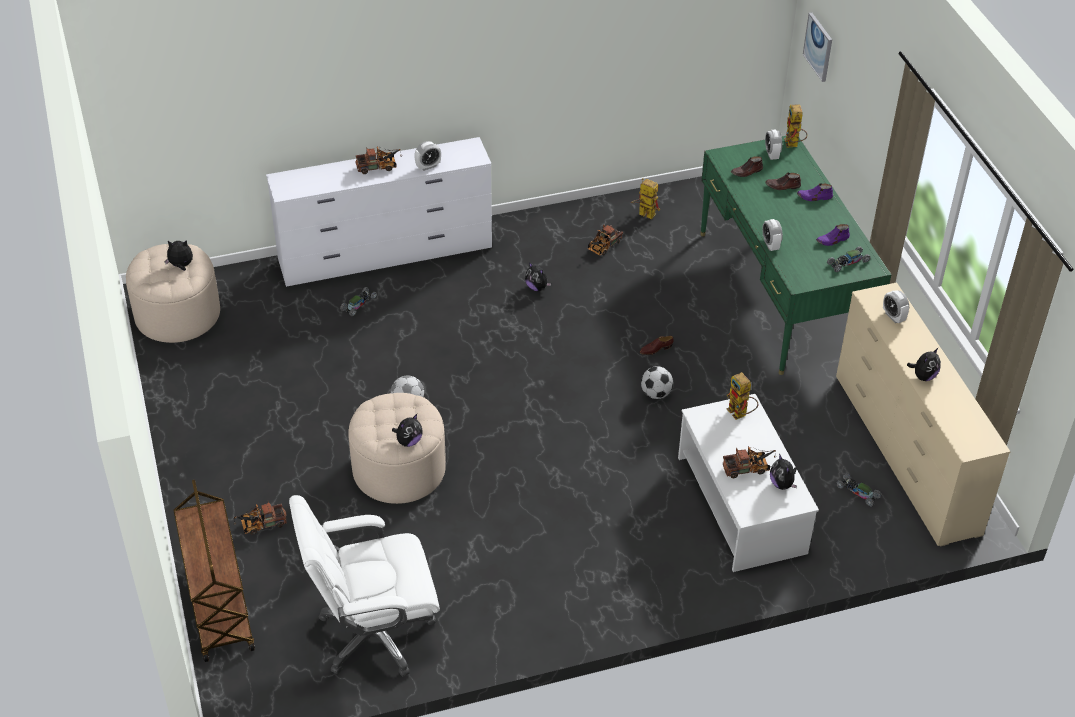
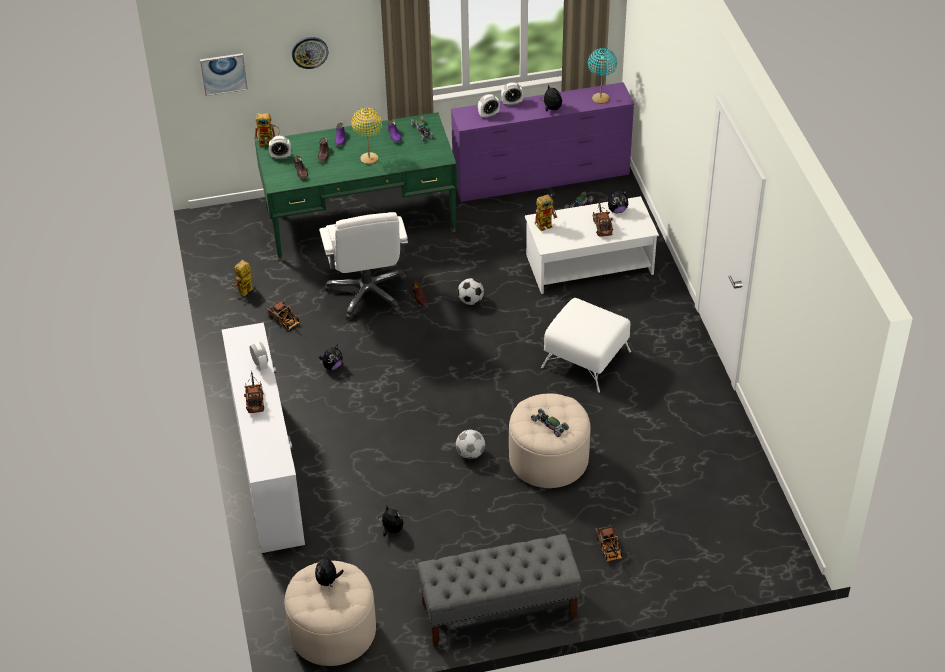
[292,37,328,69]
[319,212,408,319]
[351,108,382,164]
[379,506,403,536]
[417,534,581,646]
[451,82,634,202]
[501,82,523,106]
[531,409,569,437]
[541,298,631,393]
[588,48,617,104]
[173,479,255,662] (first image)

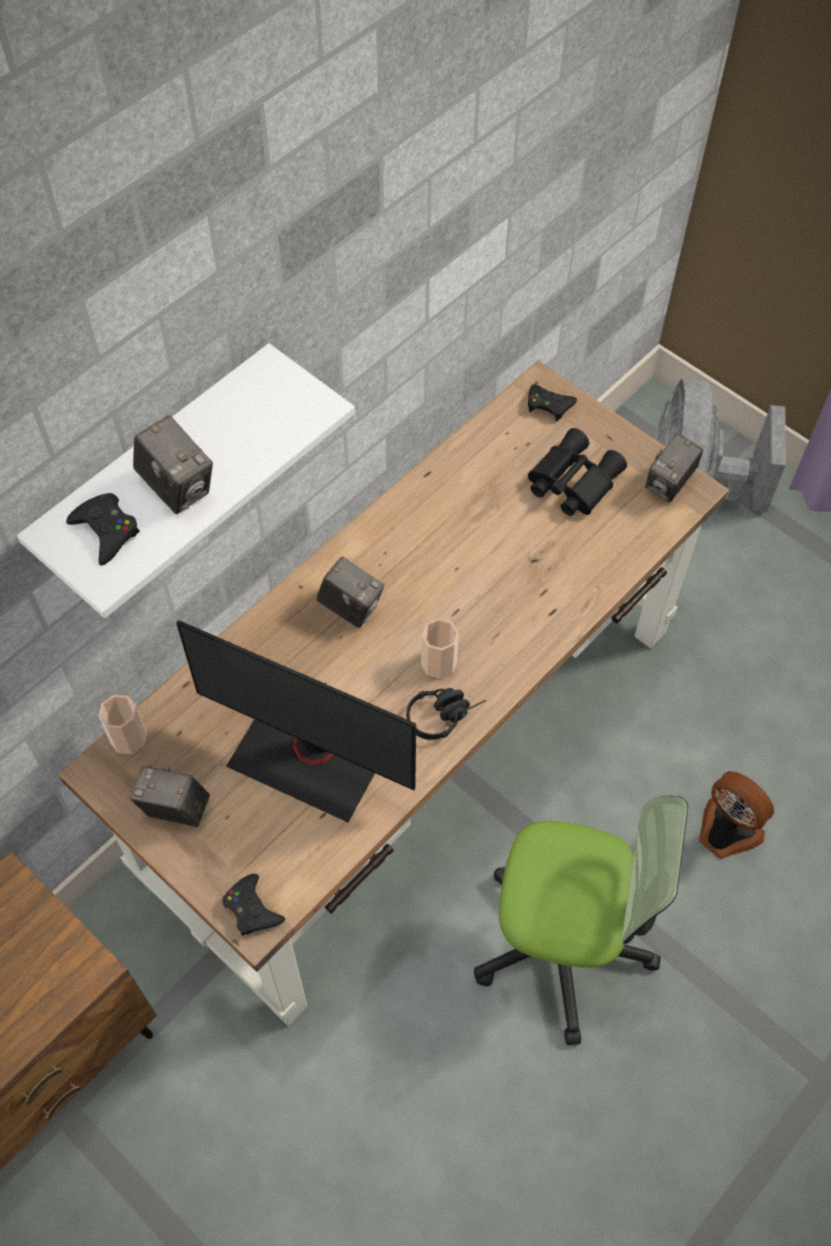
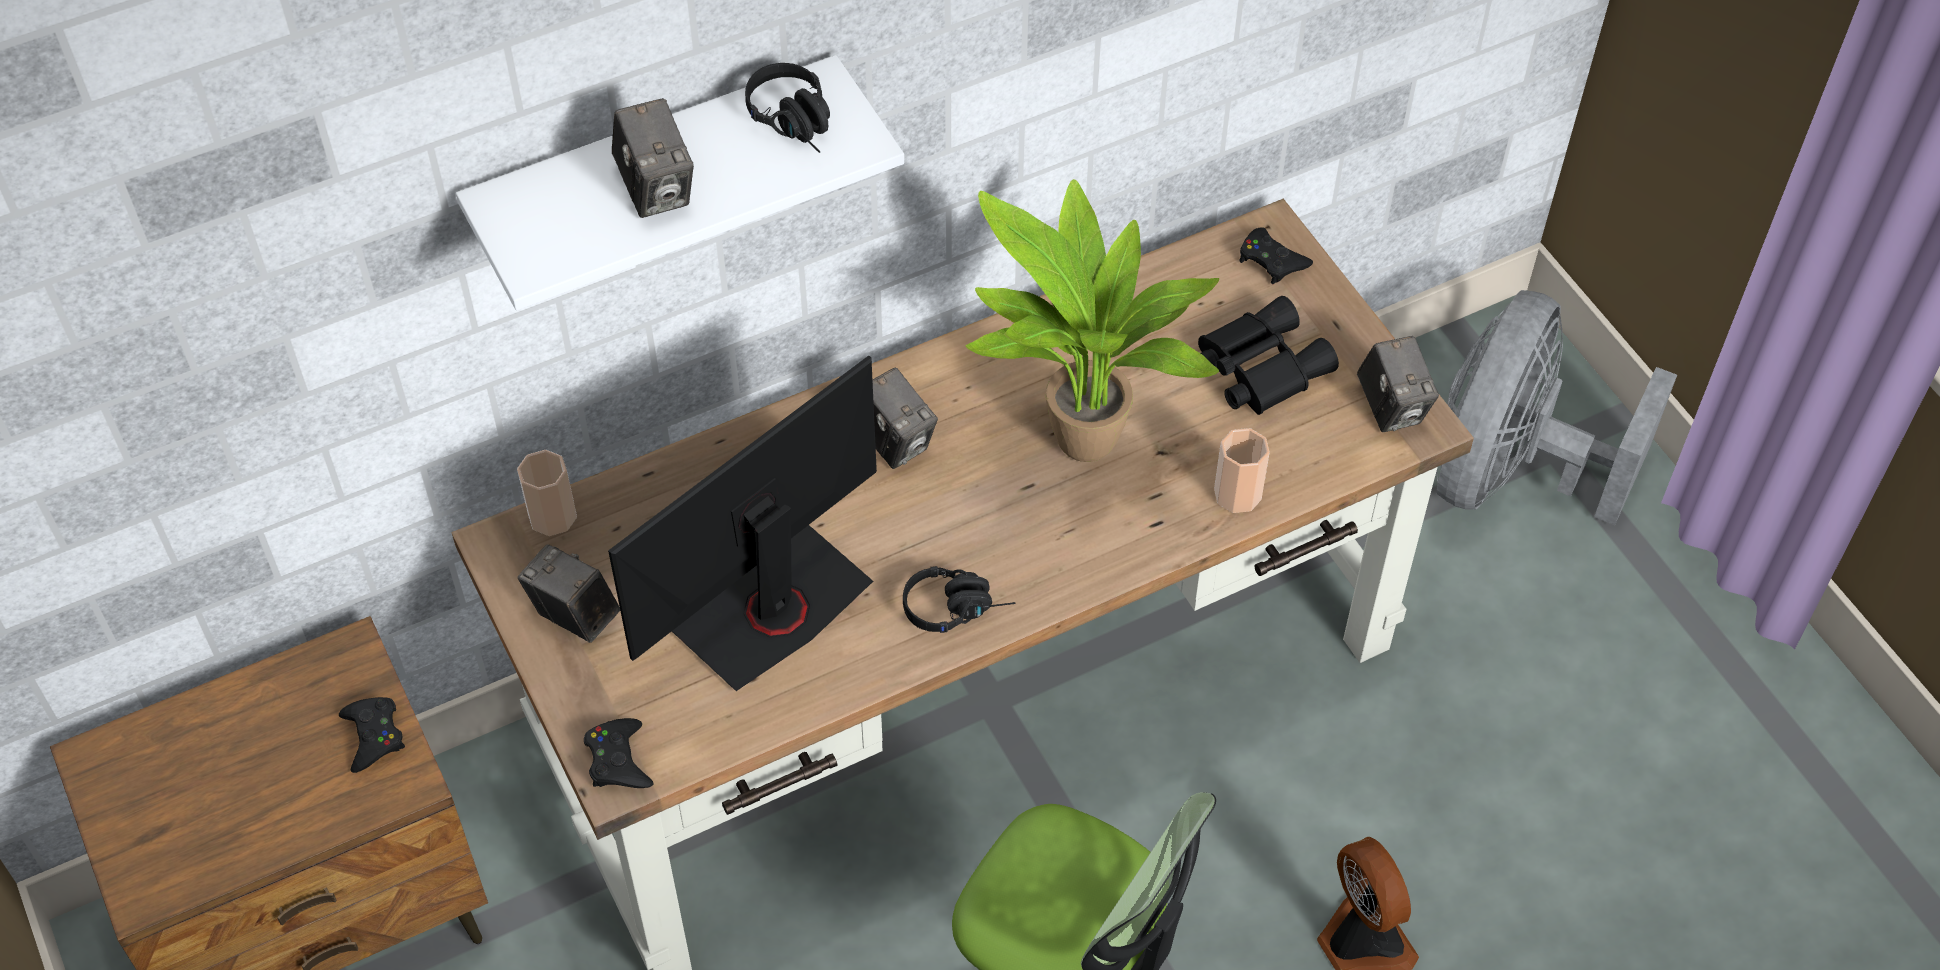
[339,697,405,773]
[608,356,877,691]
[745,63,830,153]
[965,179,1219,462]
[1214,428,1270,513]
[1357,336,1439,432]

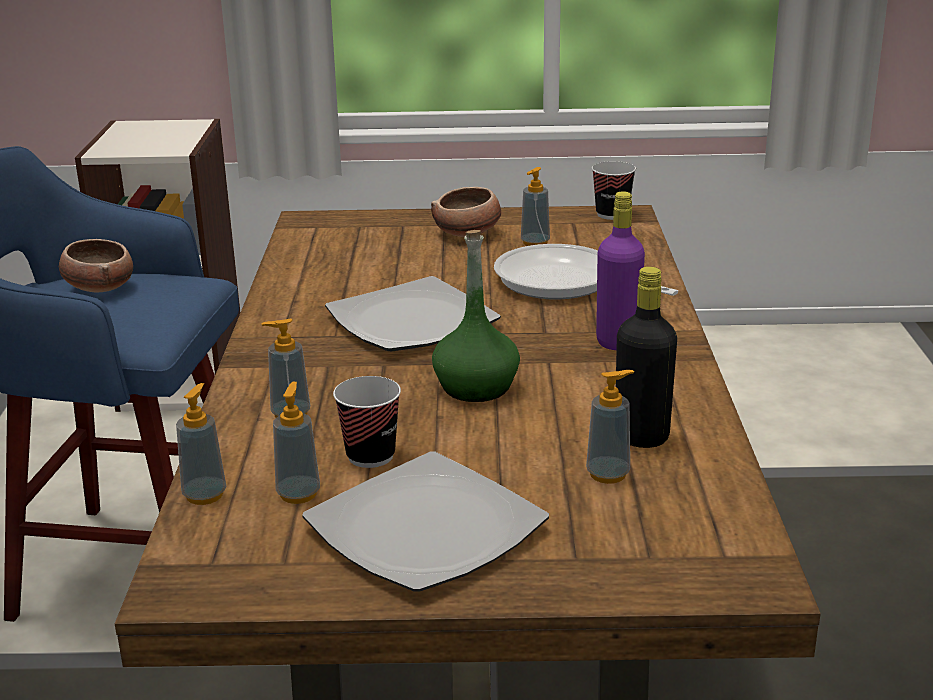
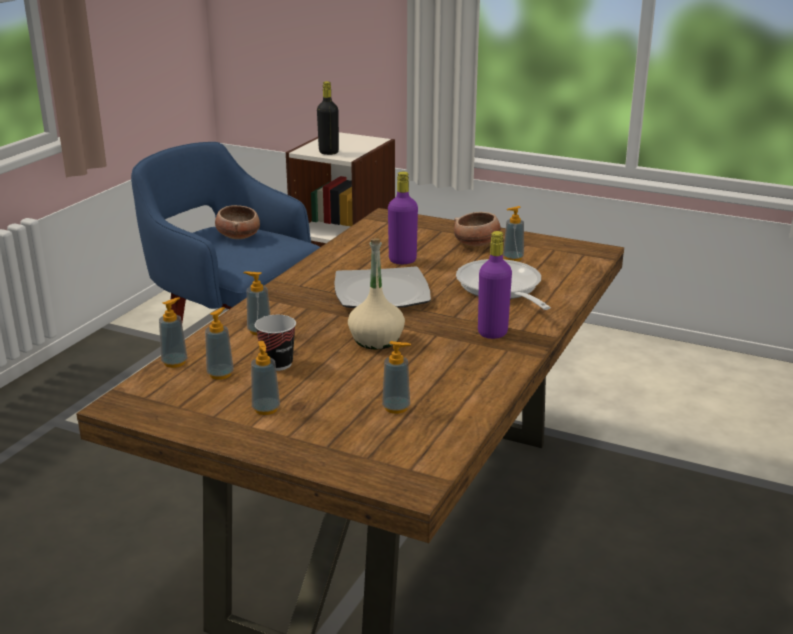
[251,341,280,415]
[317,81,339,155]
[348,239,405,349]
[388,172,418,264]
[592,161,636,220] (first image)

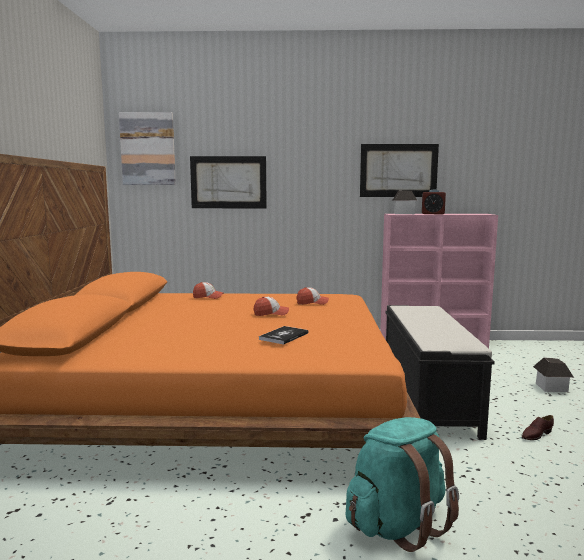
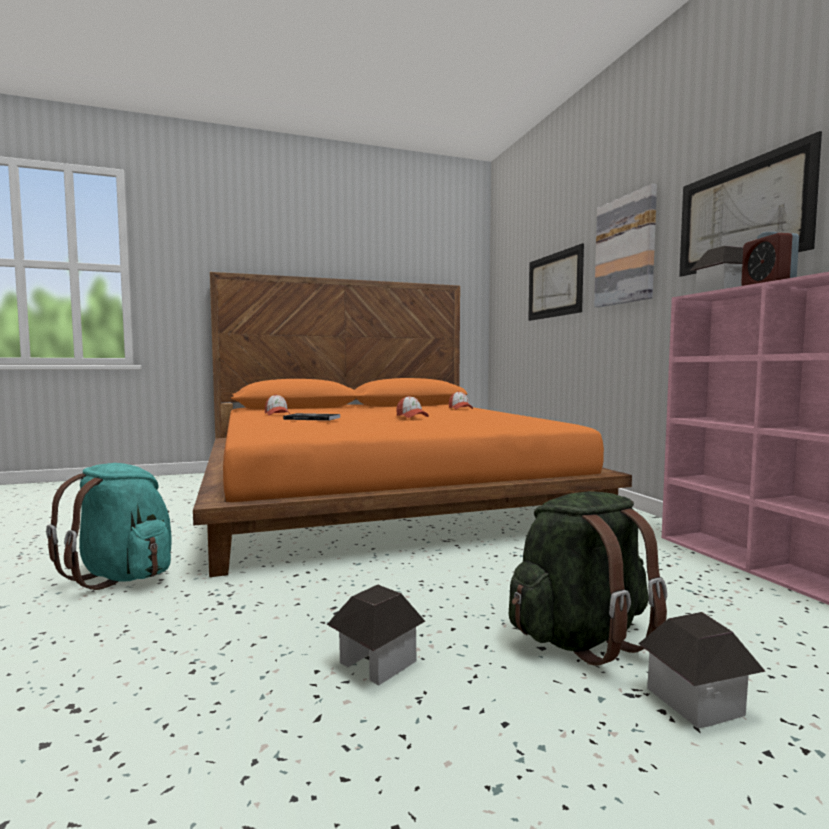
[265,394,290,416]
[327,585,425,685]
[509,491,667,666]
[594,184,657,307]
[385,305,495,440] (first image)

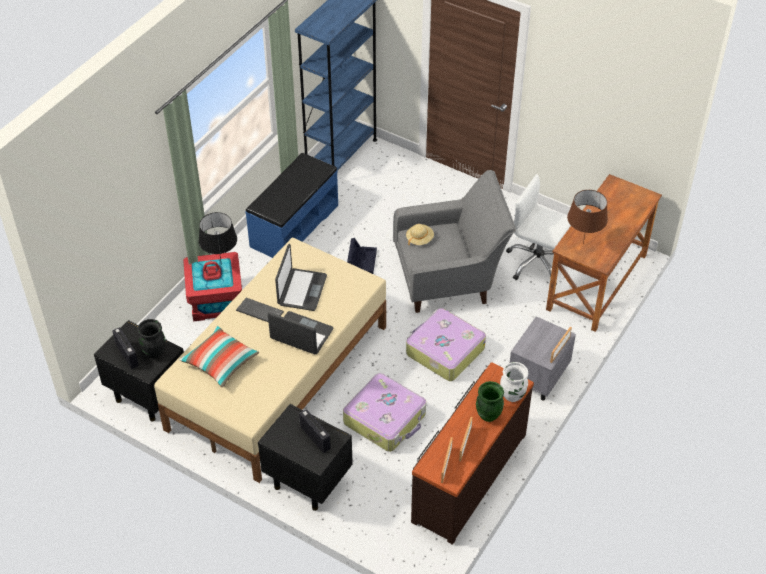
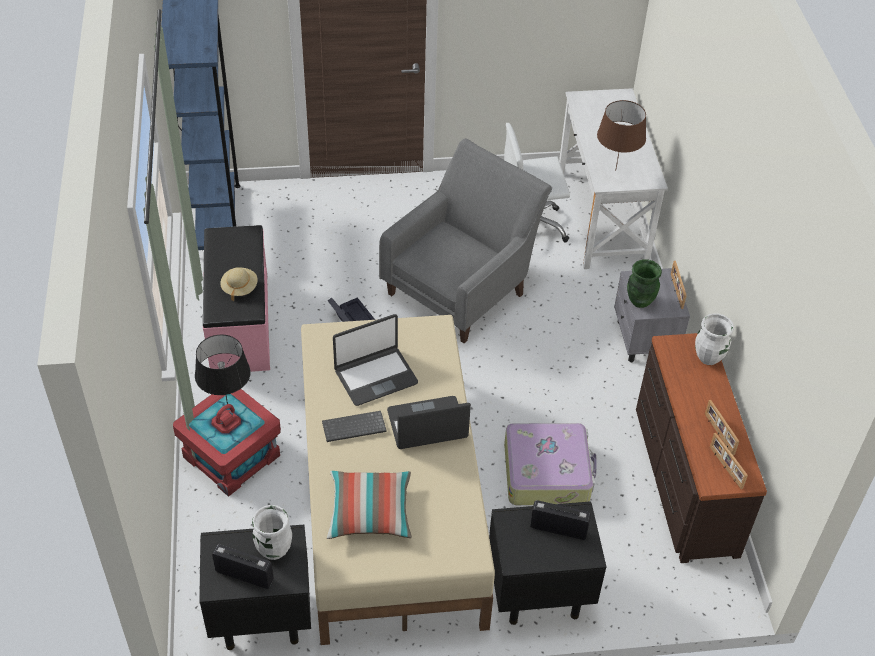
[203,225,270,372]
[220,267,258,301]
[252,505,292,560]
[333,314,418,406]
[559,88,668,269]
[627,259,662,308]
[406,308,486,381] (first image)

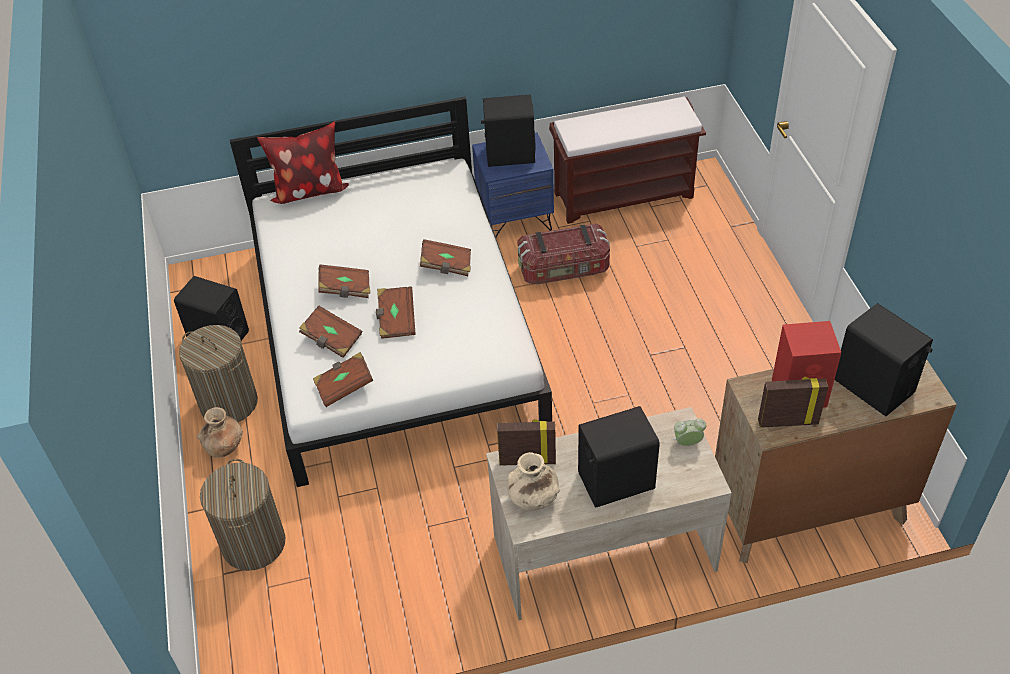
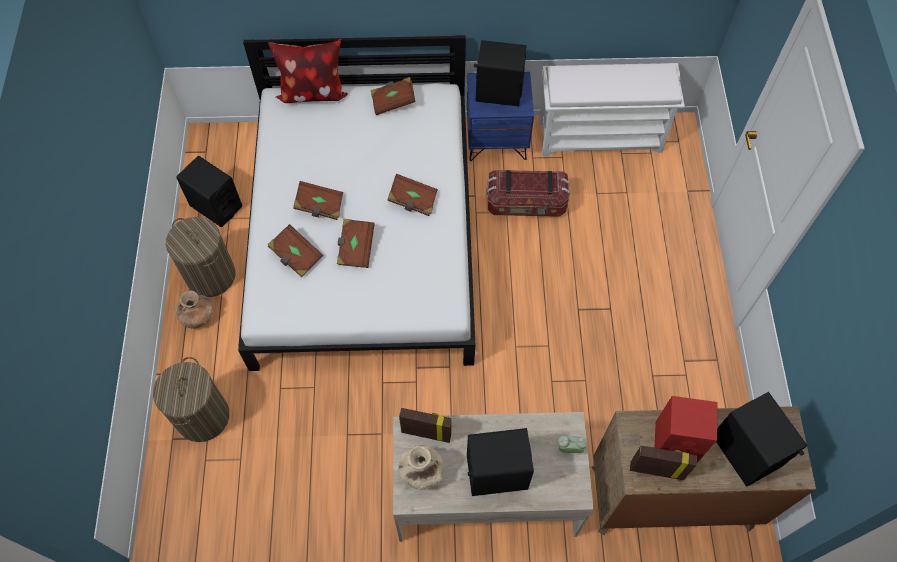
[371,77,416,115]
[539,63,685,156]

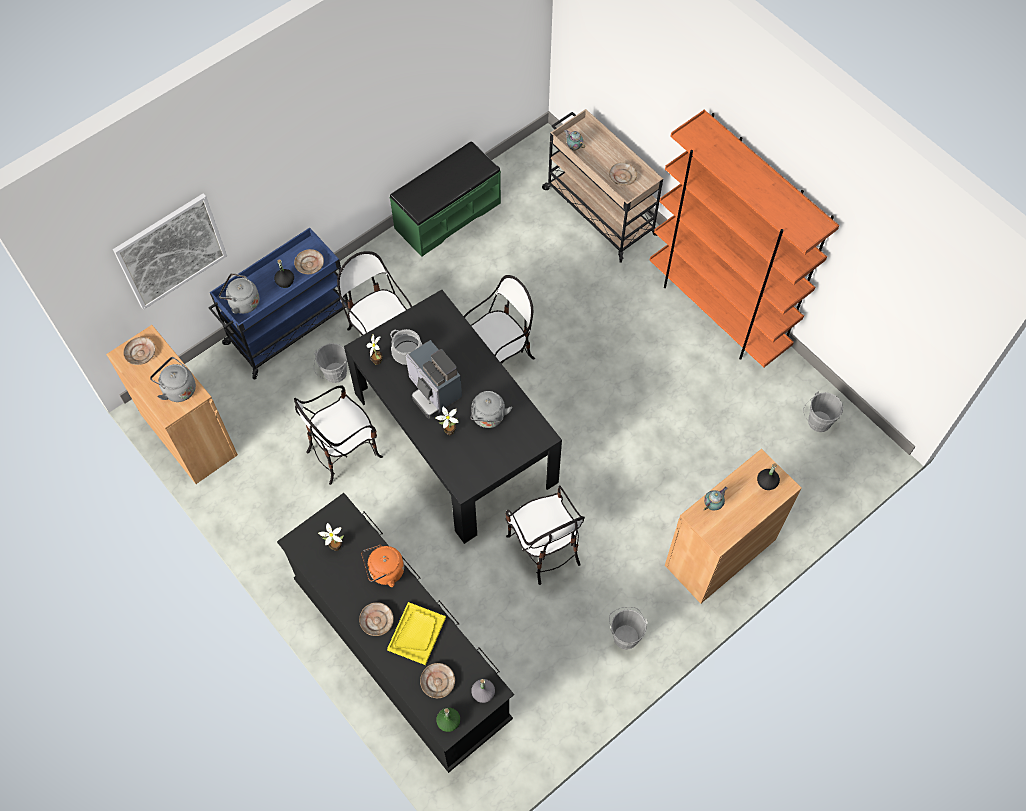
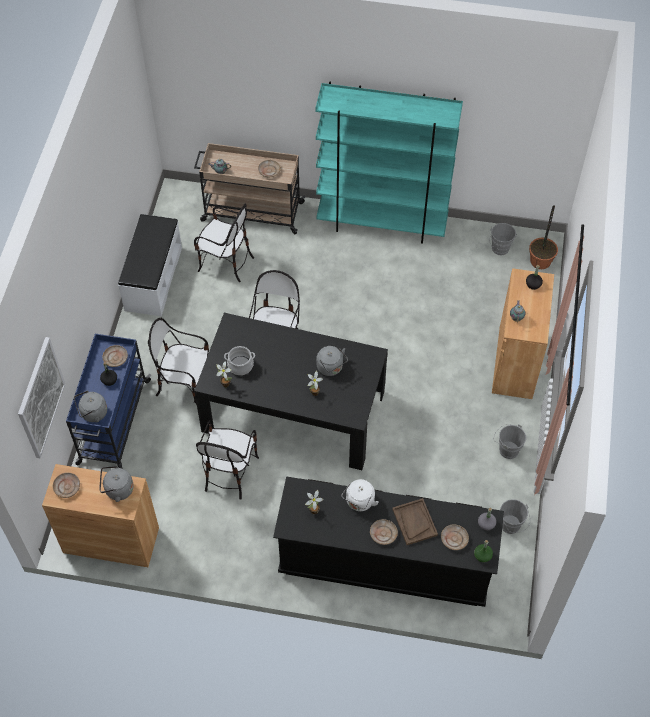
[118,214,182,316]
[194,204,254,282]
[315,82,463,244]
[341,479,379,511]
[392,498,438,545]
[500,499,530,534]
[529,205,558,269]
[406,340,462,419] (first image)

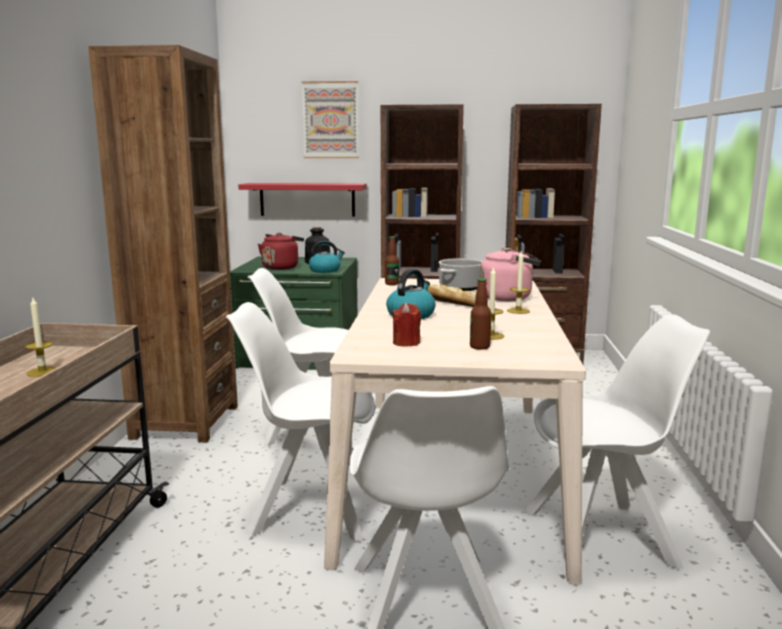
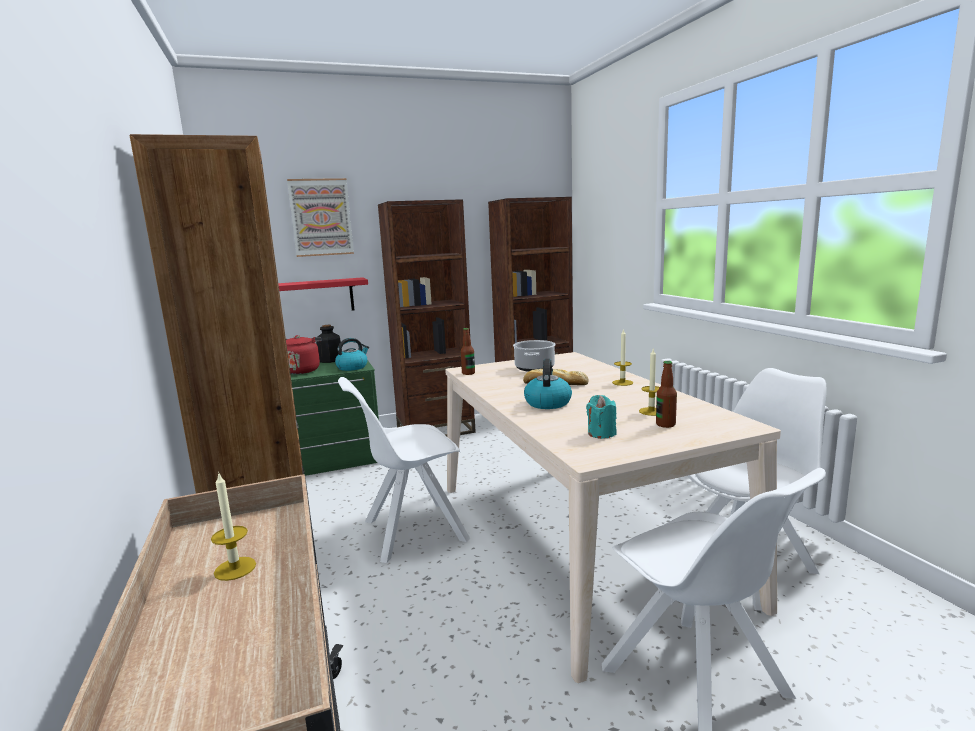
[586,395,617,439]
[226,302,375,542] (first image)
[480,248,541,301] (first image)

